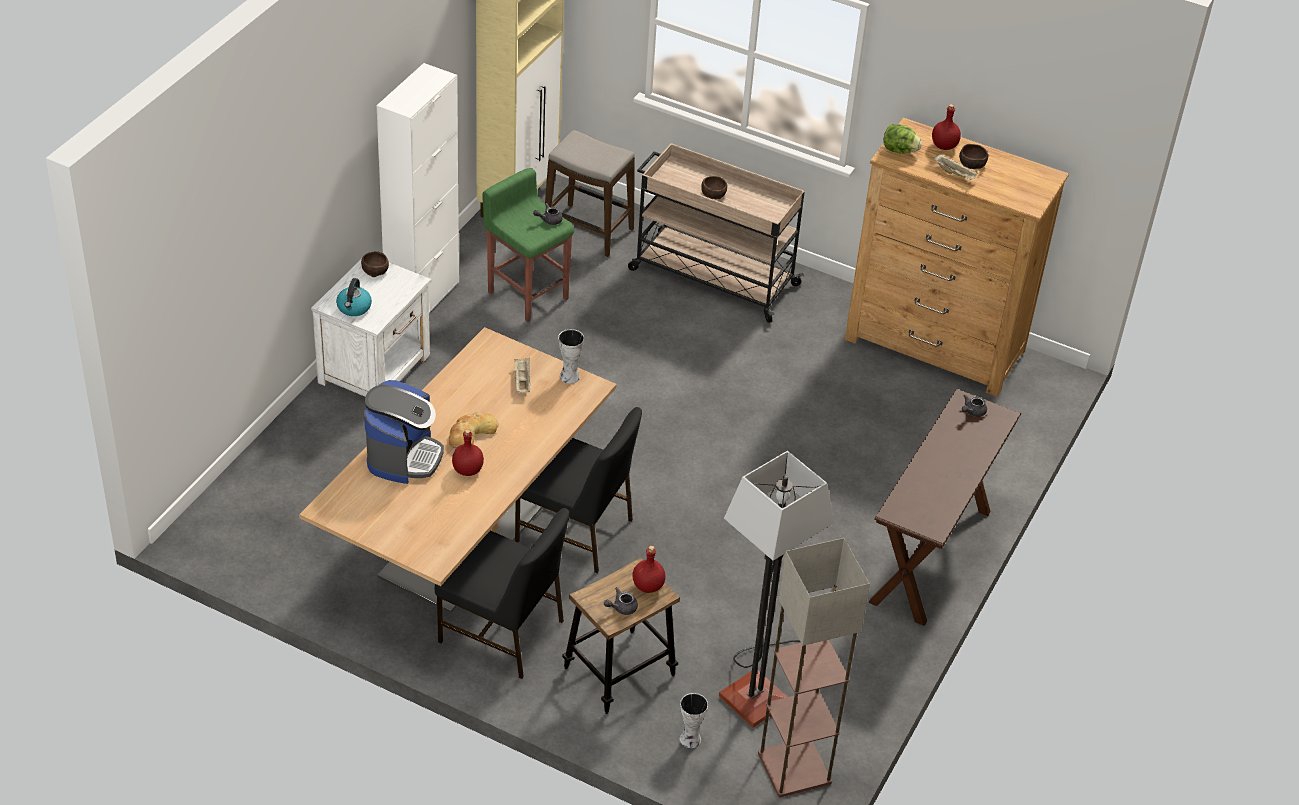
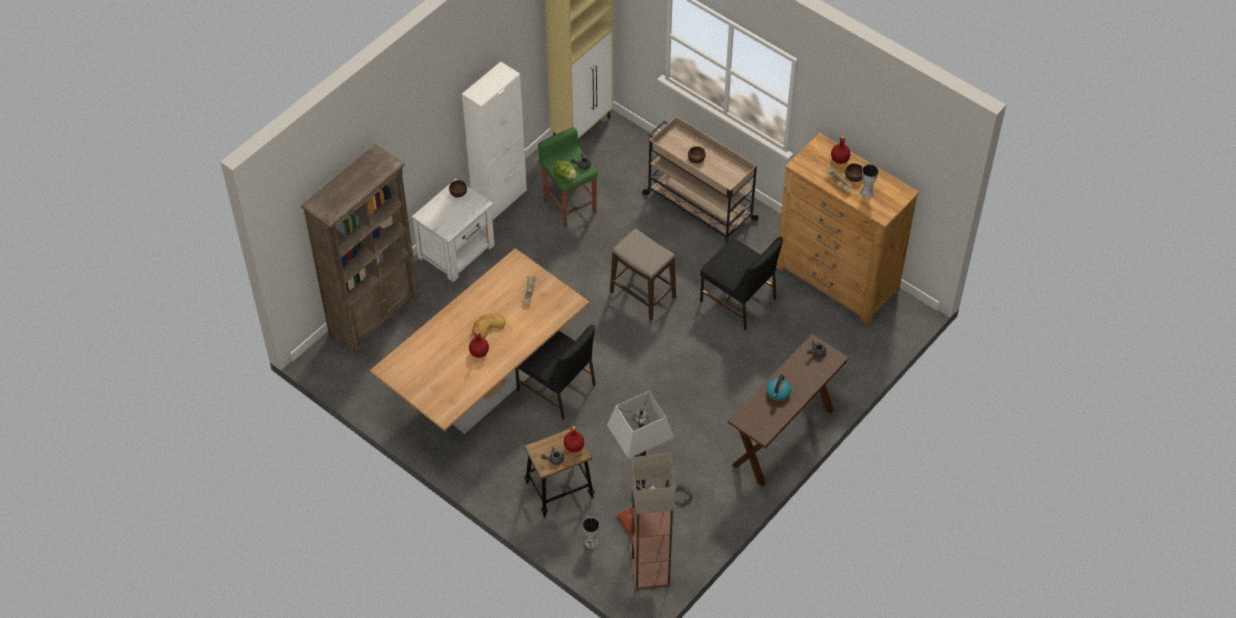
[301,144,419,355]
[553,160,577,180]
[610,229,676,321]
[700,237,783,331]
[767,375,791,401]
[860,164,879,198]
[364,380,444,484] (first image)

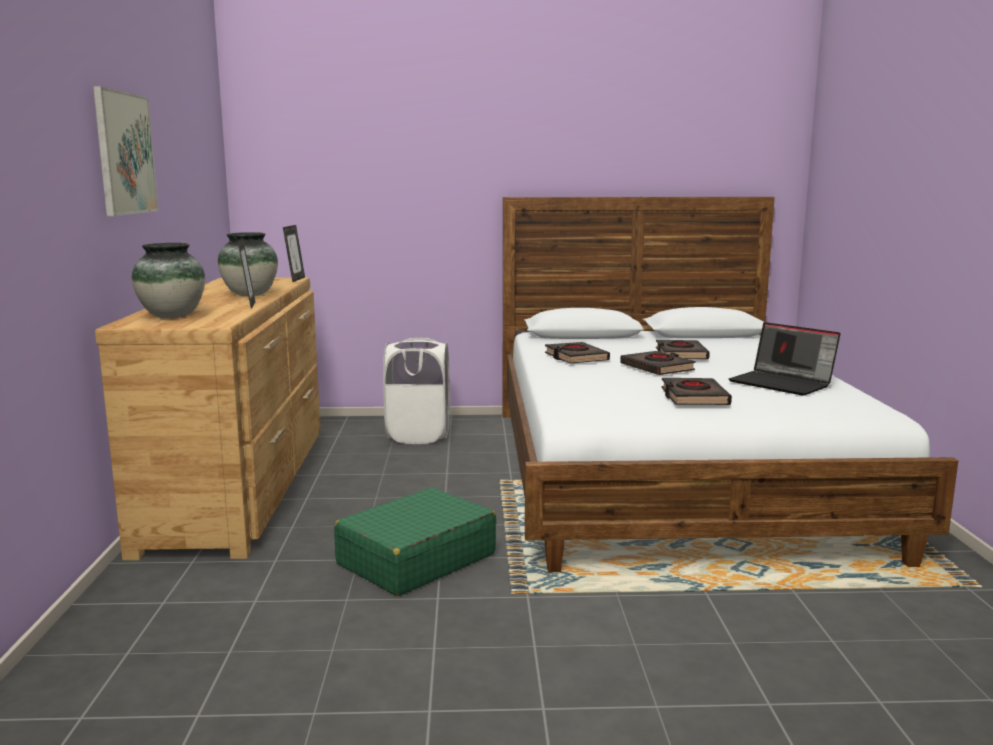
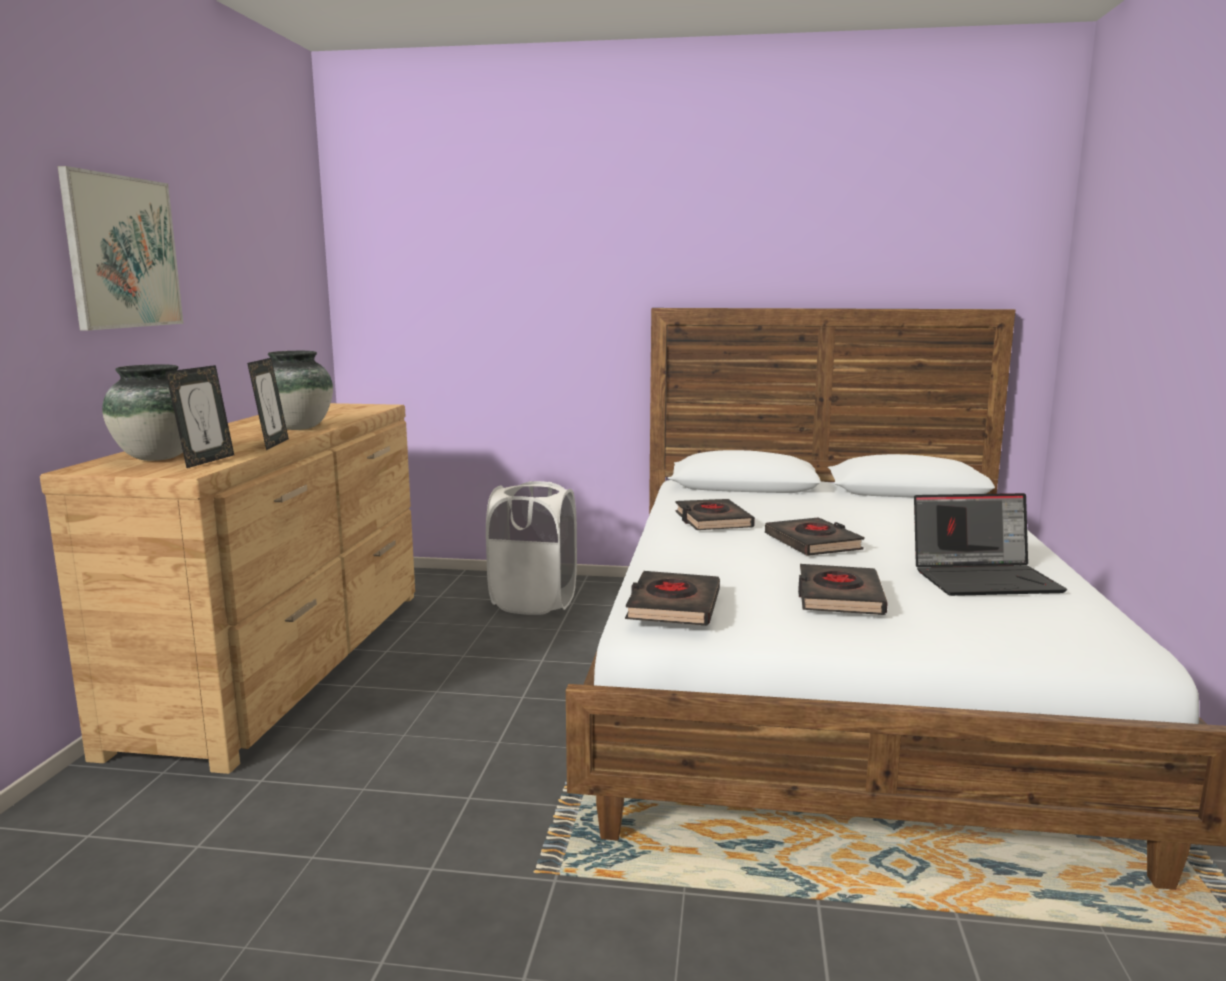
[166,365,234,468]
[625,571,720,626]
[914,493,1067,596]
[334,487,496,596] (first image)

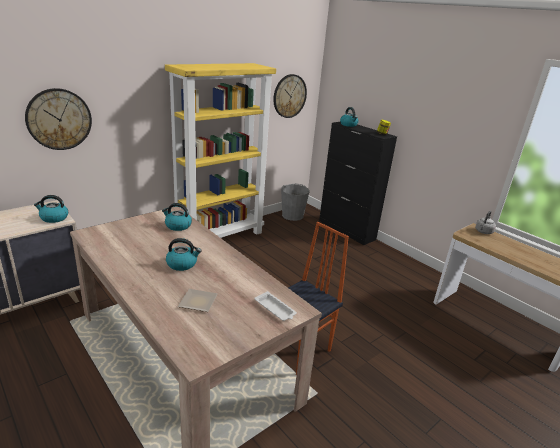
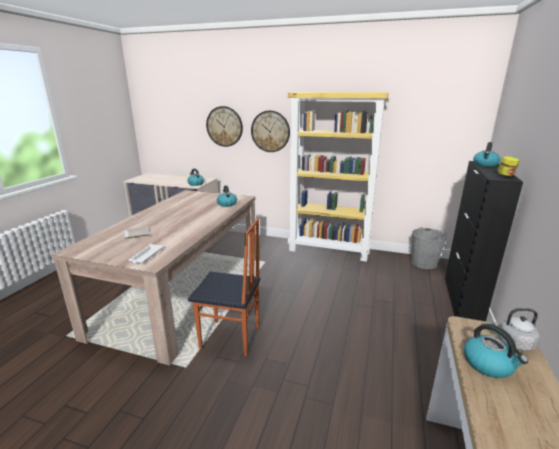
[251,110,290,152]
[464,324,528,378]

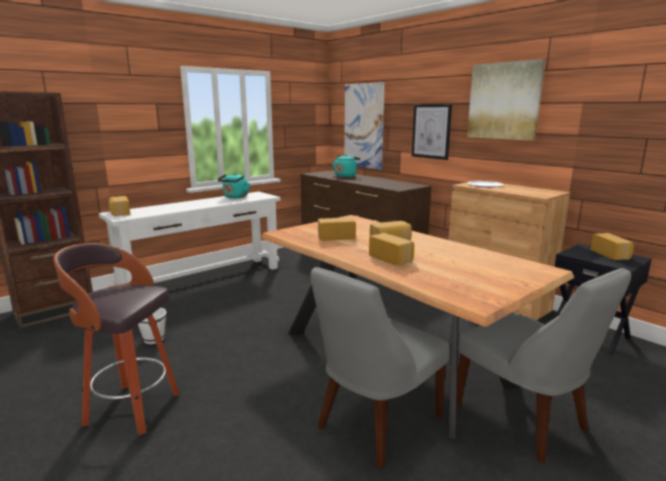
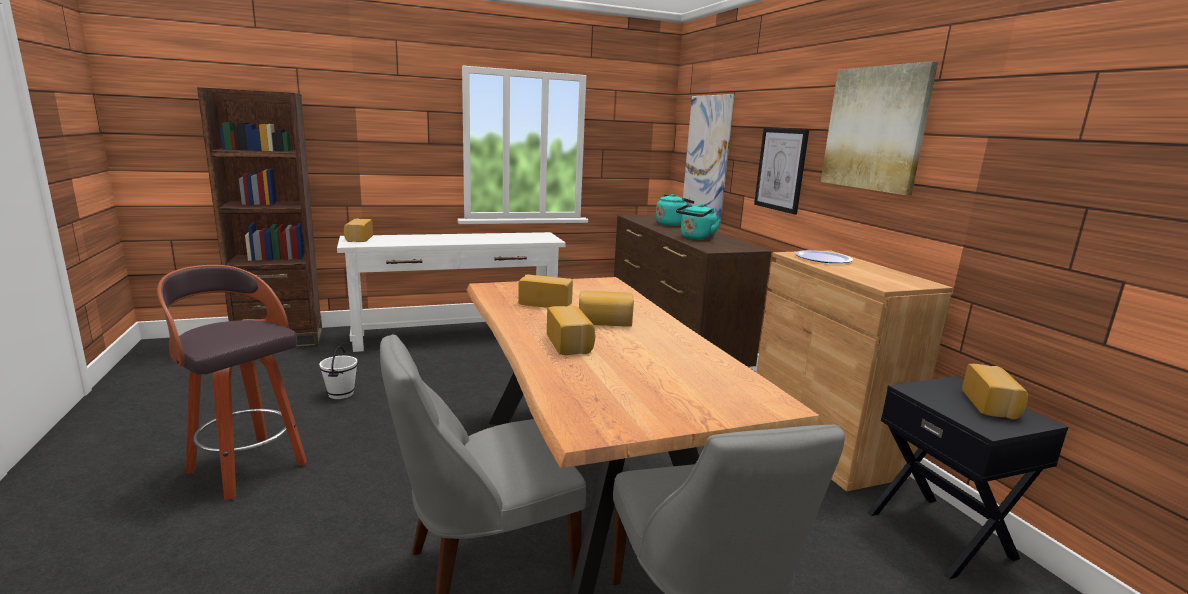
[676,204,721,240]

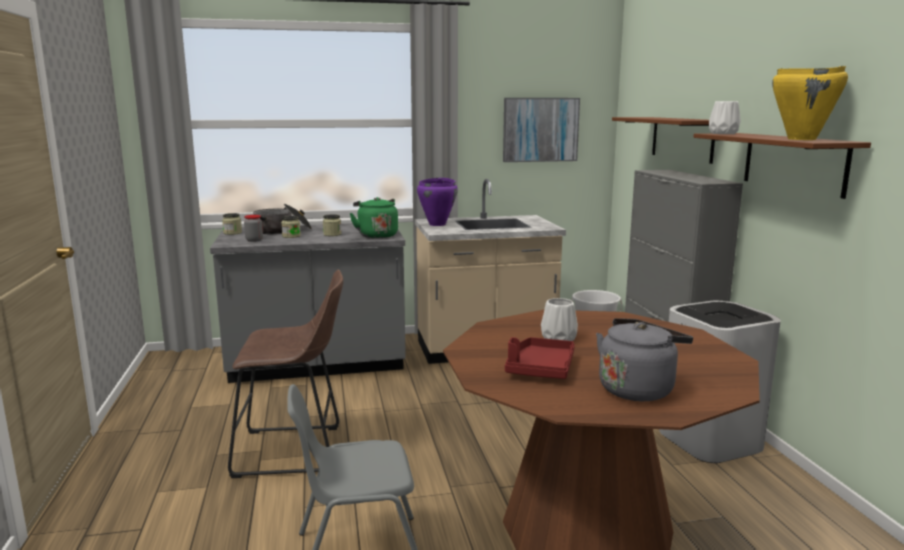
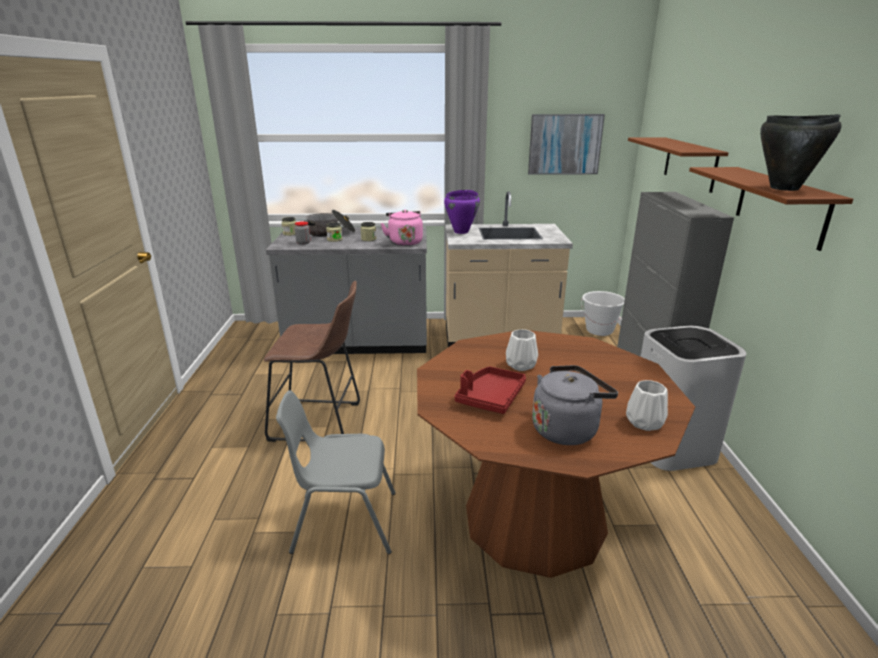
[381,210,423,246]
[626,380,668,431]
[760,114,842,191]

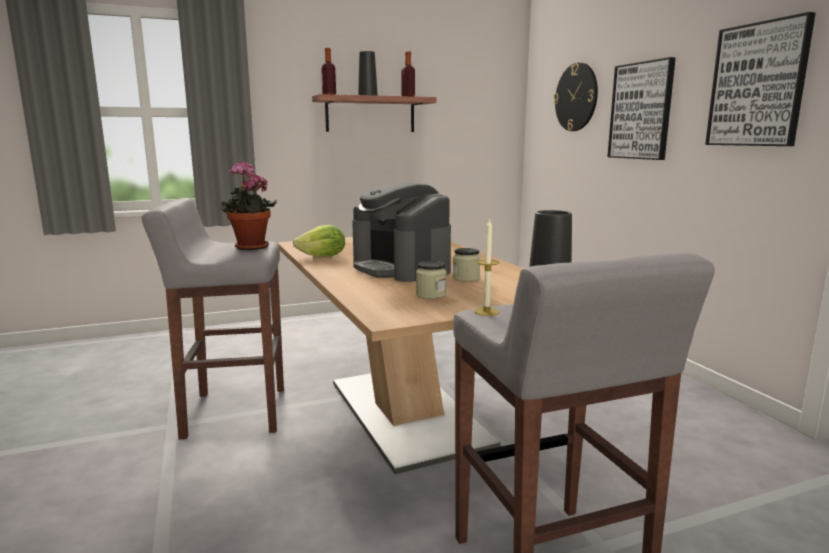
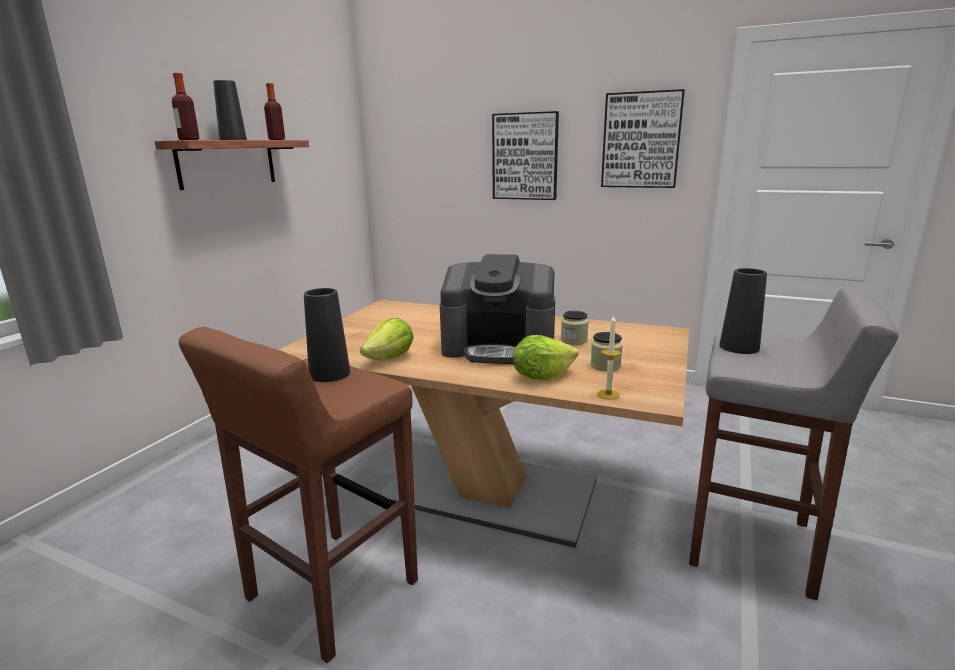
[179,327,418,663]
[304,288,350,382]
[513,335,578,380]
[597,316,621,400]
[554,63,598,131] (first image)

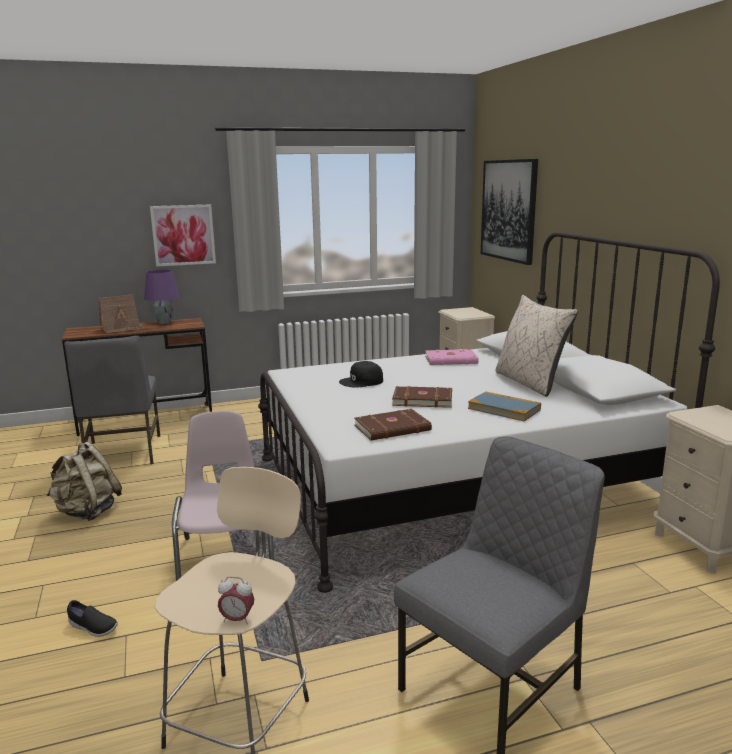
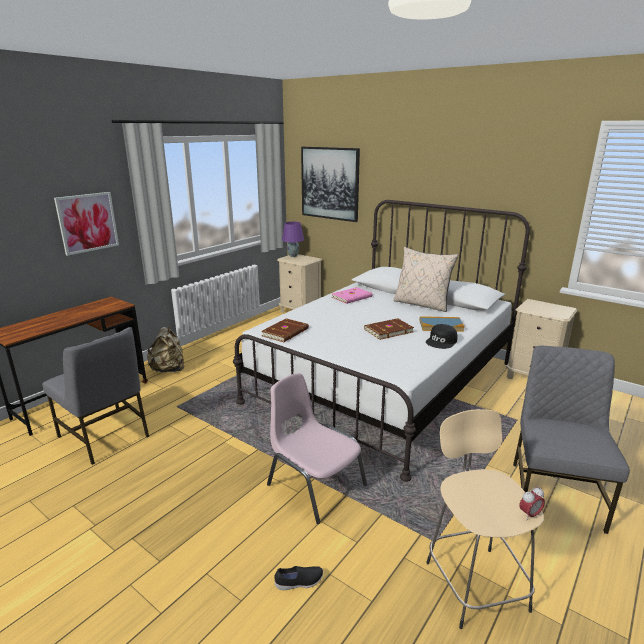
[147,326,184,372]
[261,318,309,342]
[282,222,304,257]
[426,324,458,349]
[98,294,146,333] (first image)

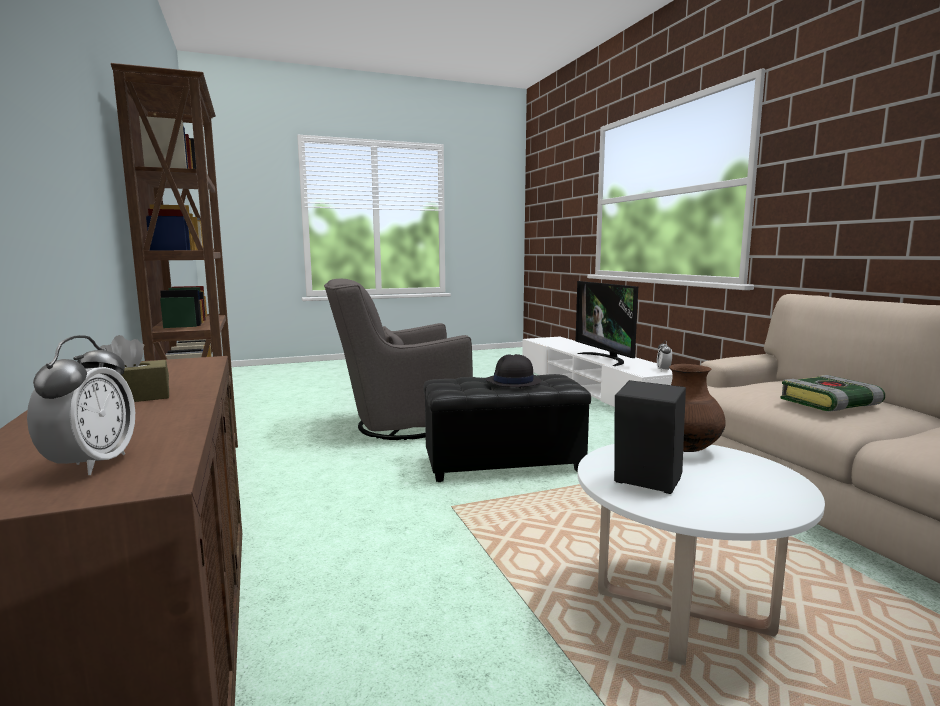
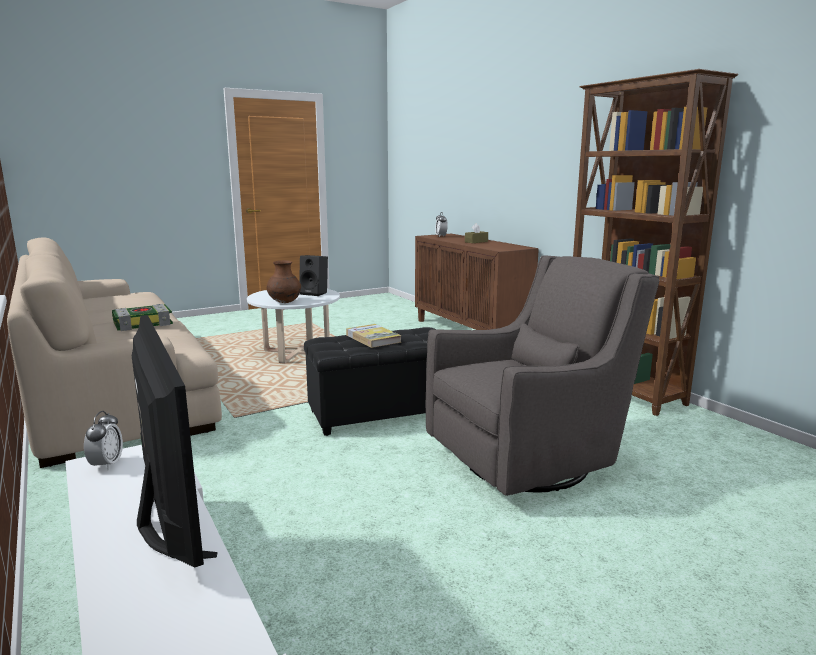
[346,324,401,348]

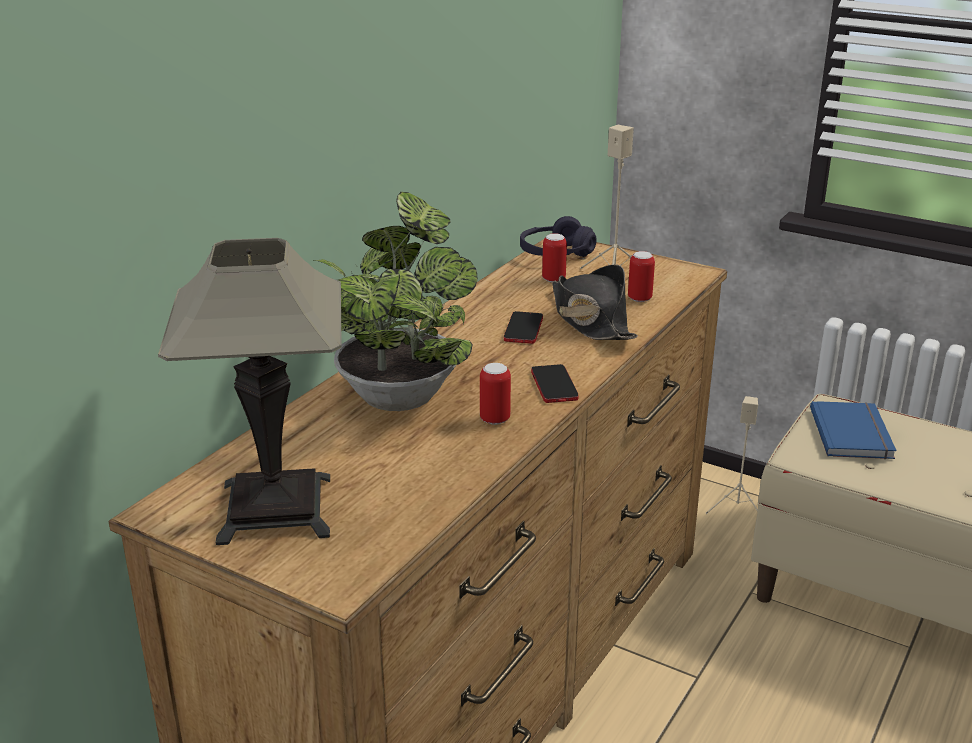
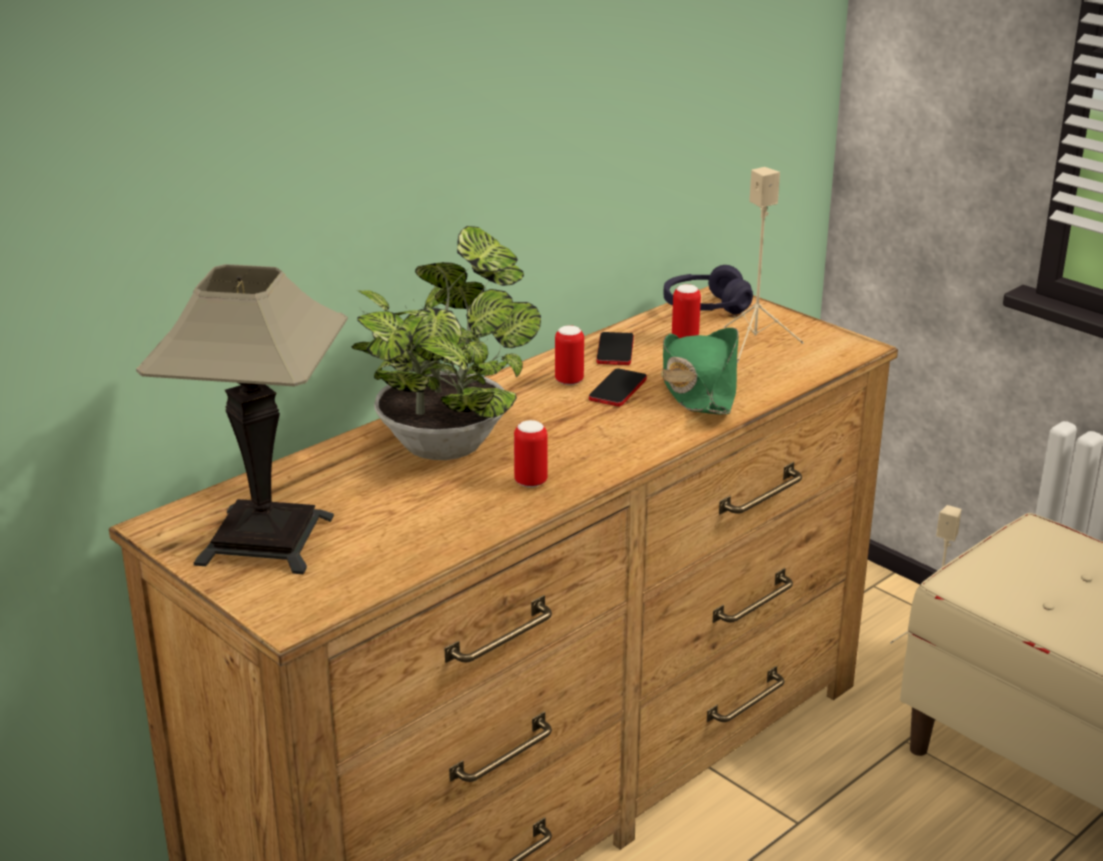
[555,325,584,385]
[597,332,634,365]
[661,328,739,414]
[810,401,896,459] (first image)

